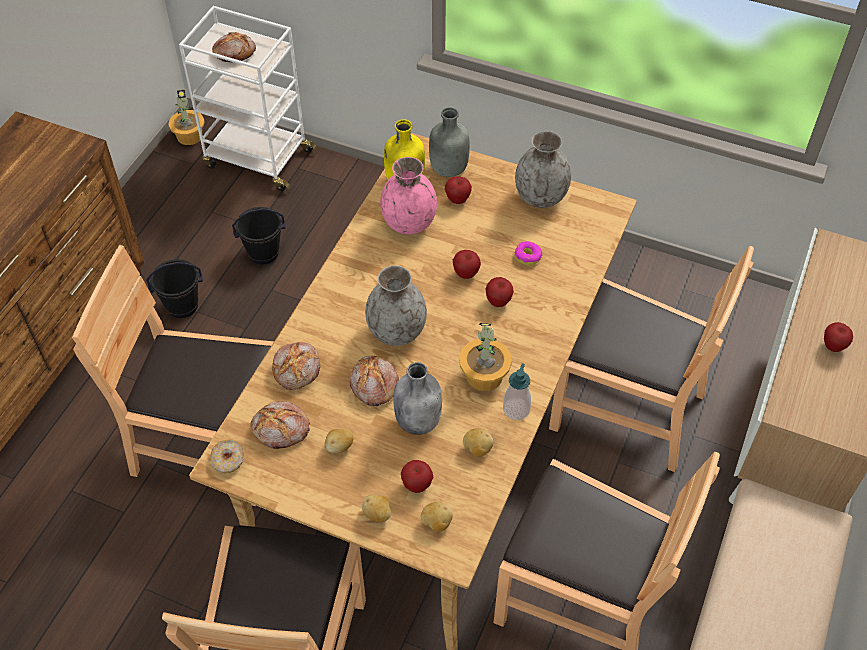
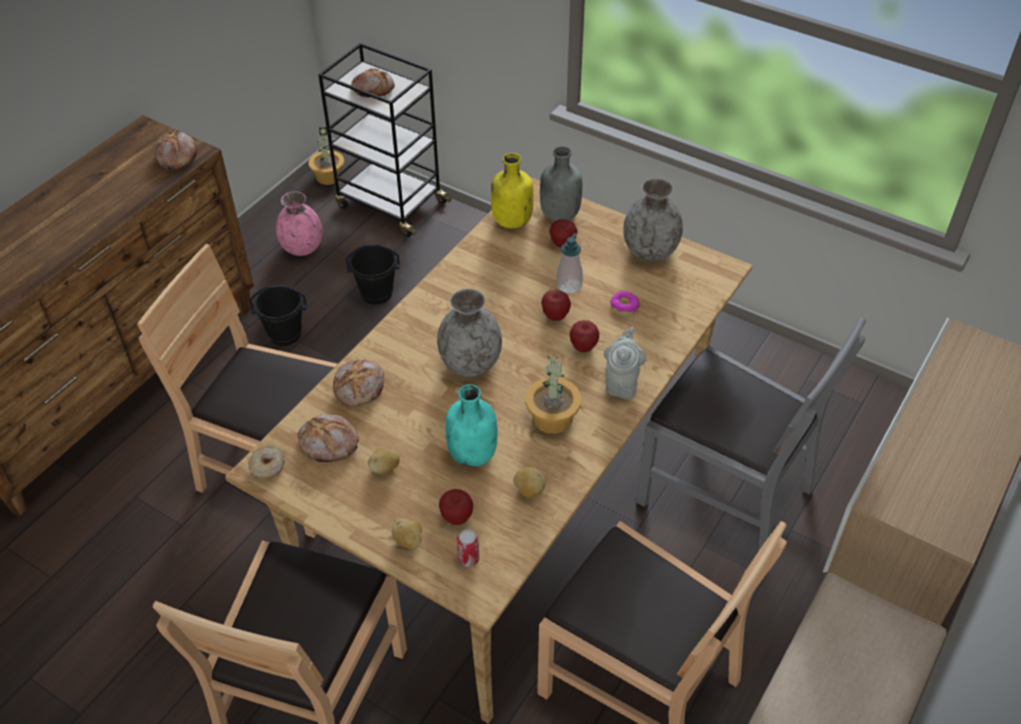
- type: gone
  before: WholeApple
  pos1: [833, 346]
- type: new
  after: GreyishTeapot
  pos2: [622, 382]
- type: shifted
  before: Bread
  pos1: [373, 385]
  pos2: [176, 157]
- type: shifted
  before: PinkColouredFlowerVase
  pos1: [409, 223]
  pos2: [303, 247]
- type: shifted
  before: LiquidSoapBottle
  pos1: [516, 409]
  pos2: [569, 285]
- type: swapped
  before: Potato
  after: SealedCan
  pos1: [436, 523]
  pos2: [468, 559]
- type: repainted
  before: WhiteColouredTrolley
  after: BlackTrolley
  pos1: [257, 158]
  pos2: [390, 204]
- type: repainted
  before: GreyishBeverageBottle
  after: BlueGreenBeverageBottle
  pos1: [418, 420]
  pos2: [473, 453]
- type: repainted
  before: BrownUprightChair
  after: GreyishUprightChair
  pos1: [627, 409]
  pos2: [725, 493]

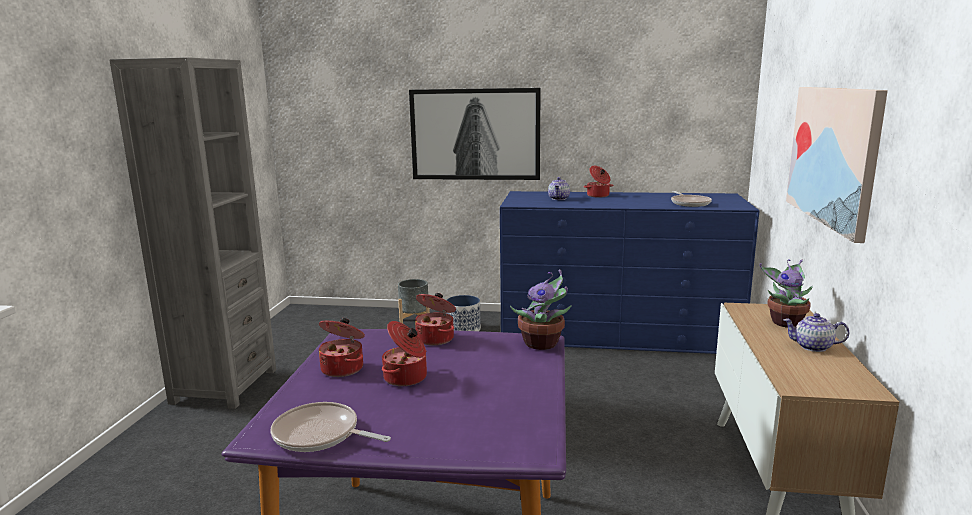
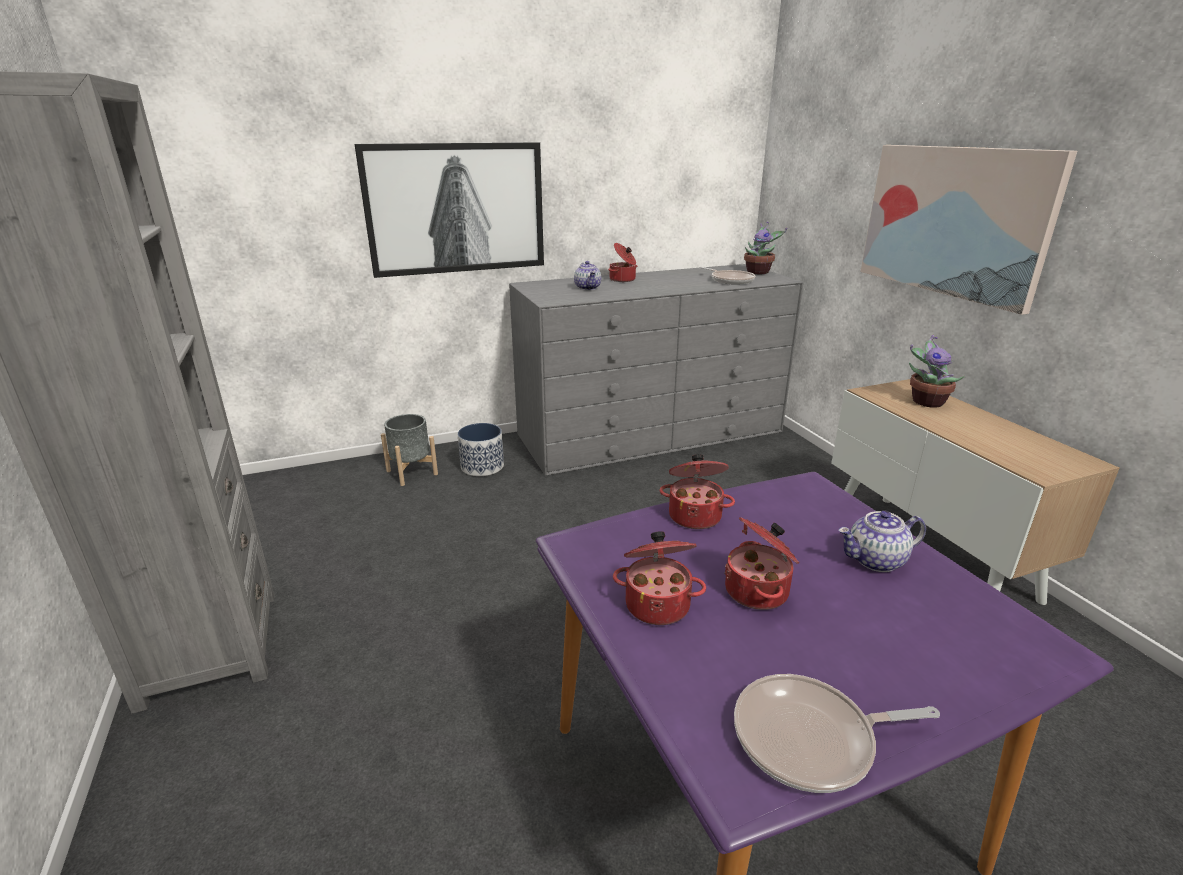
- type: shifted
  before: Houseplant
  pos1: [543, 344]
  pos2: [759, 272]
- type: shifted
  before: Teapot
  pos1: [812, 347]
  pos2: [876, 561]
- type: repainted
  before: BluishChestOfDrawers
  after: GreyishChestOfDrawers
  pos1: [617, 332]
  pos2: [650, 433]

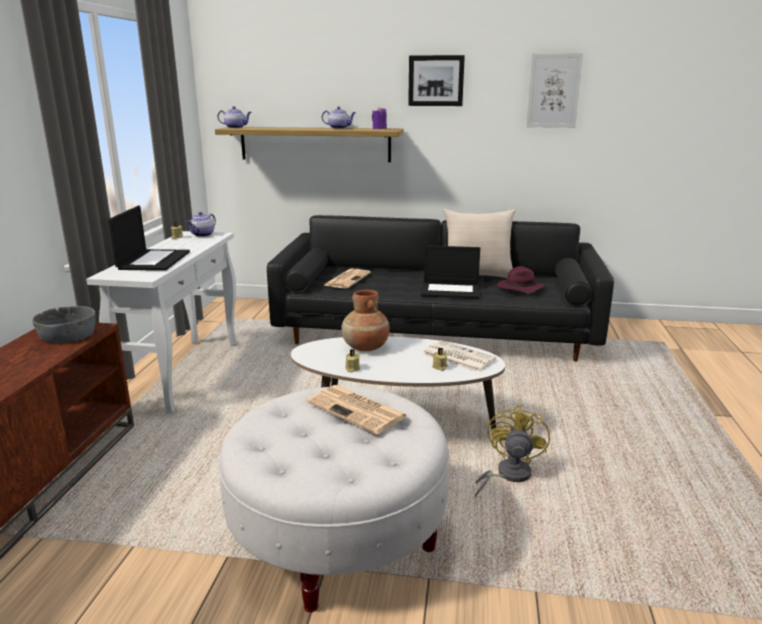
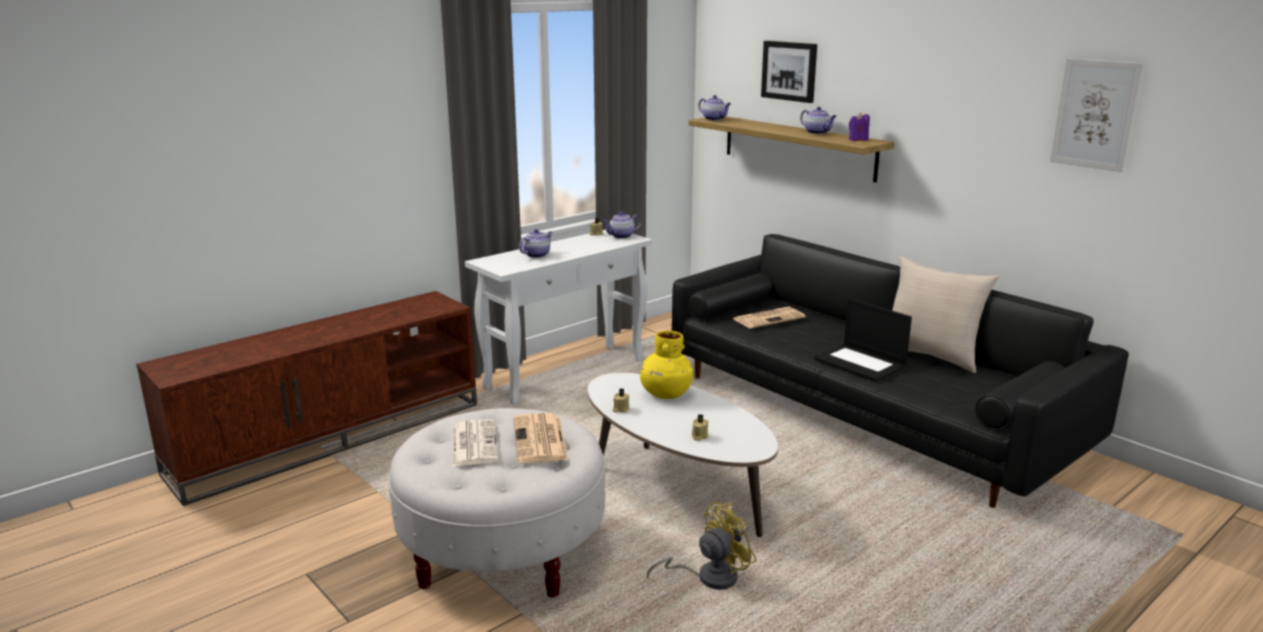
- type: gone
  before: GreyishDeepDish
  pos1: [68, 334]
- type: gone
  before: PurpleColouredHat
  pos1: [519, 289]
- type: shifted
  before: Picture
  pos1: [436, 81]
  pos2: [789, 71]
- type: shifted
  before: DailyPaper
  pos1: [457, 357]
  pos2: [473, 443]
- type: swapped
  before: PortableComputer
  after: Teapot
  pos1: [154, 260]
  pos2: [537, 255]
- type: repainted
  before: BrownFlowerVase
  after: YellowishFlowerVase
  pos1: [365, 347]
  pos2: [665, 394]

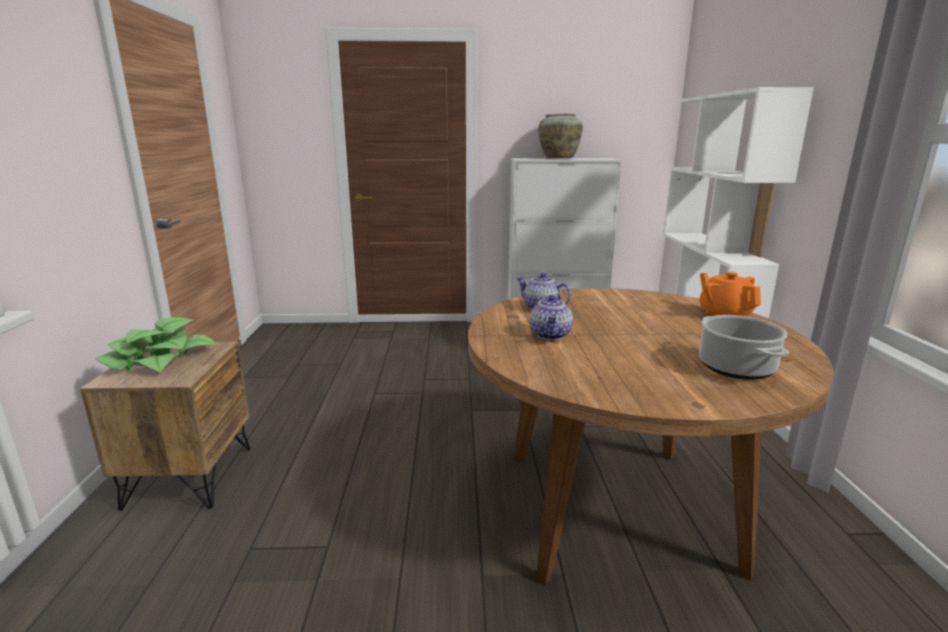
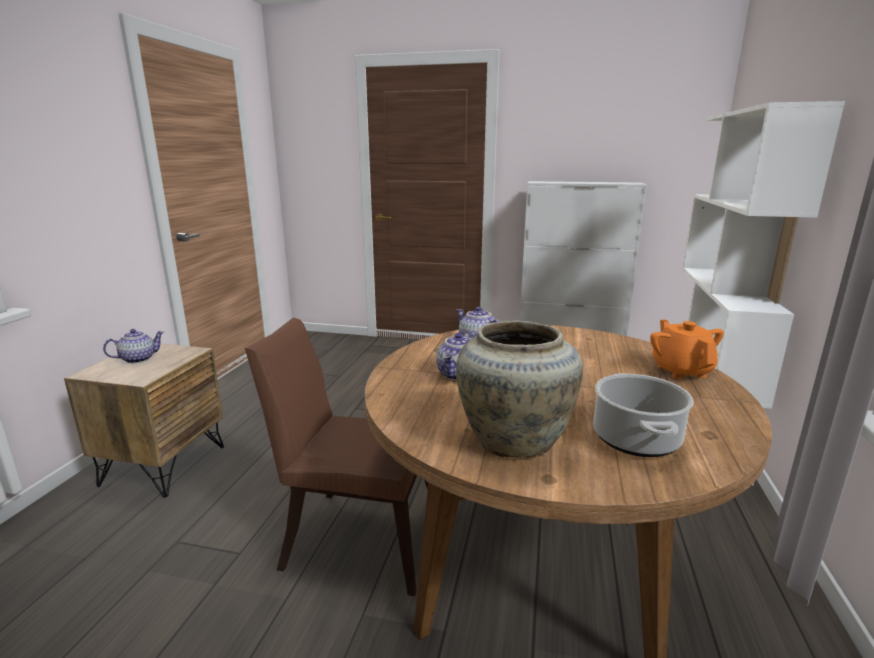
- type: new
  after: BrownUprightChair
  pos2: [355, 535]
- type: shifted
  before: BeigeColouredFlowerVase
  pos1: [558, 158]
  pos2: [514, 439]
- type: swapped
  before: Houseplant
  after: Teapot
  pos1: [158, 360]
  pos2: [138, 359]

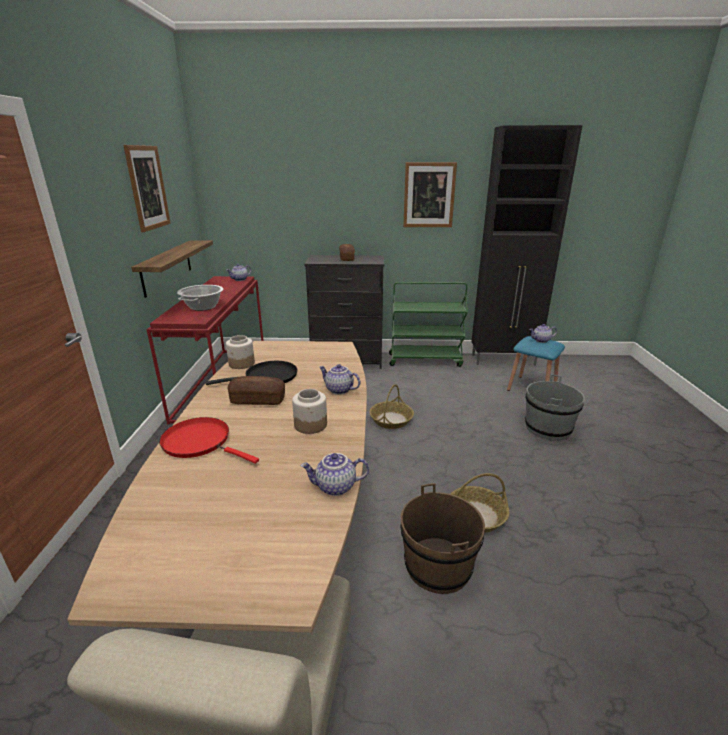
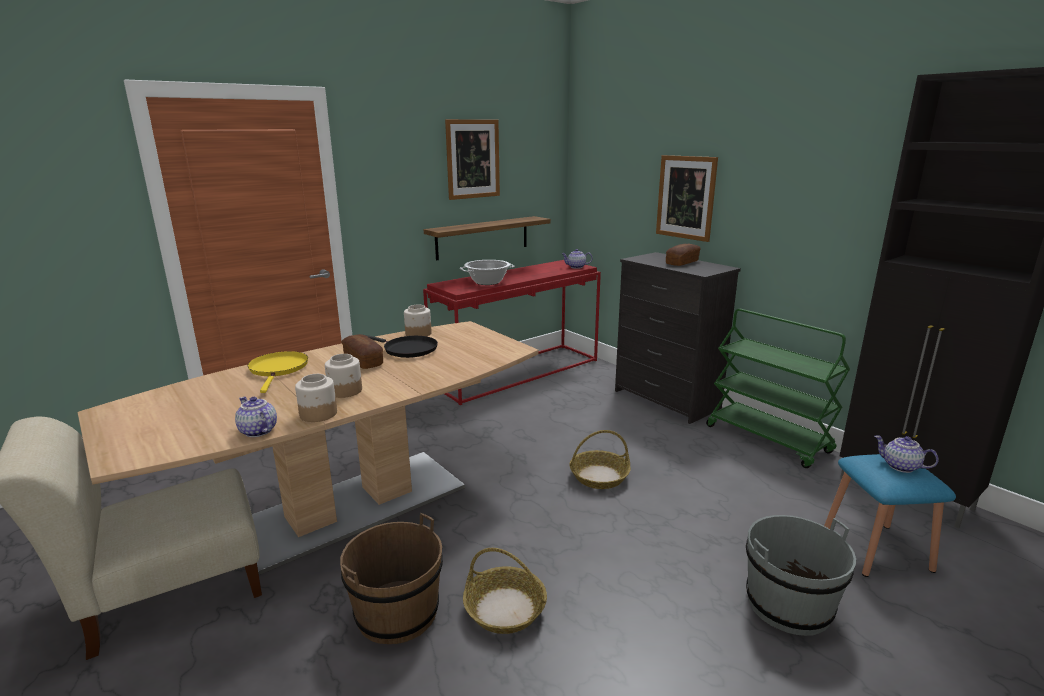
- type: gone
  before: Teapot
  pos1: [338, 390]
- type: new
  after: PreserveJar
  pos2: [318, 414]
- type: shifted
  before: Picture
  pos1: [429, 195]
  pos2: [686, 197]
- type: repainted
  before: RedColouredPan
  after: YellowishPan
  pos1: [200, 442]
  pos2: [278, 369]

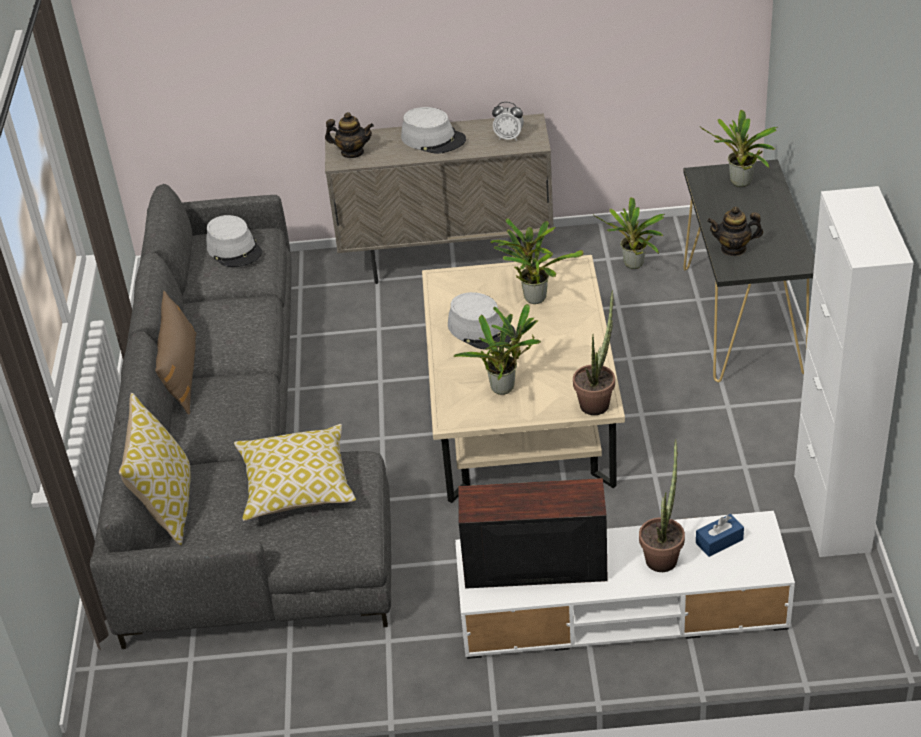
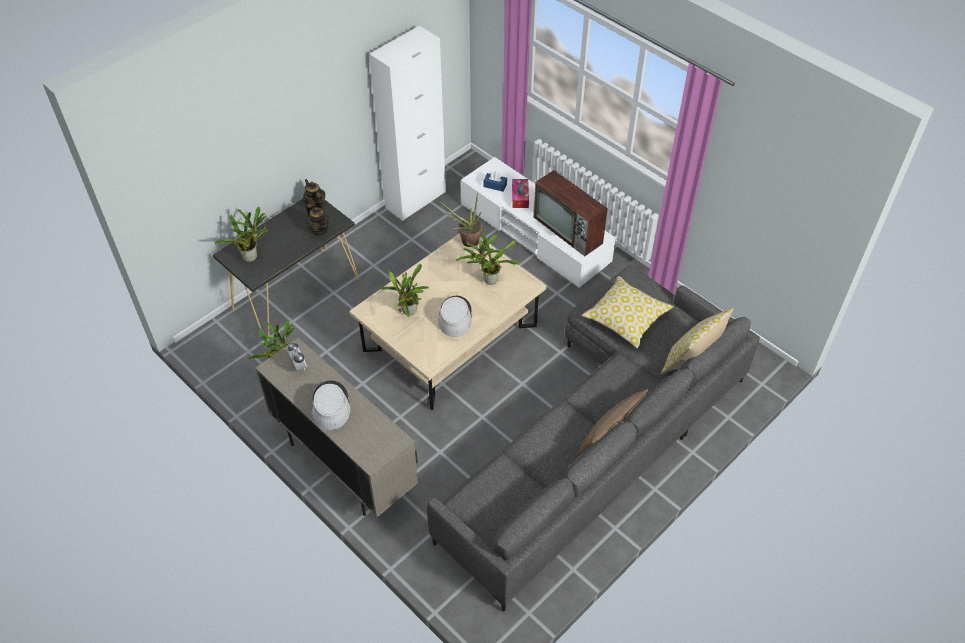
- type: gone
  before: GreyishHat
  pos1: [234, 249]
- type: shifted
  before: Teapot
  pos1: [352, 152]
  pos2: [315, 205]
- type: swapped
  before: Houseplant
  after: BoxOfTissues
  pos1: [663, 555]
  pos2: [520, 197]

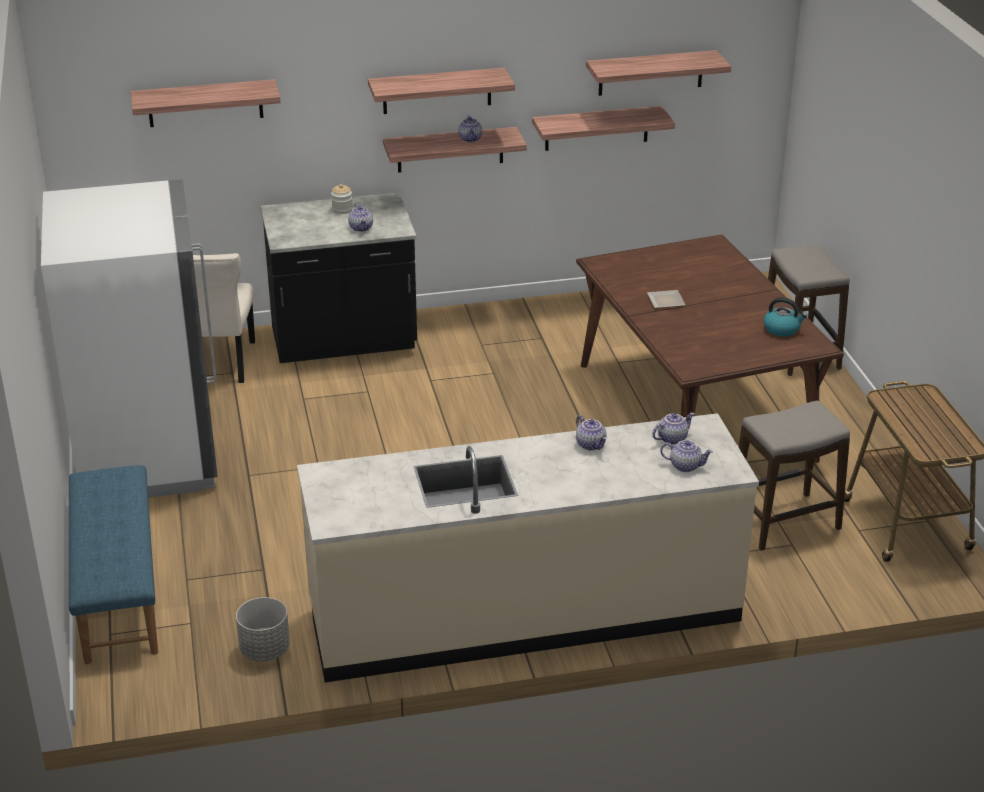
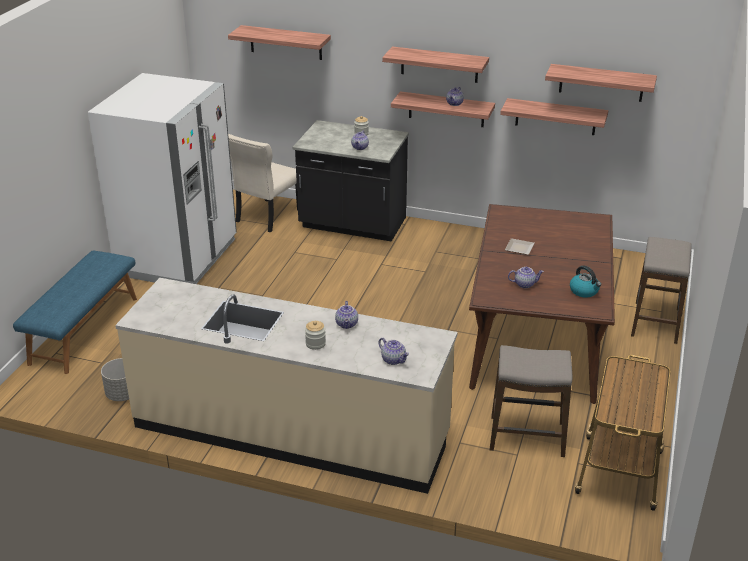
- type: new
  after: PreserveJar
  pos2: [315, 344]
- type: shifted
  before: Teapot
  pos1: [672, 438]
  pos2: [524, 284]

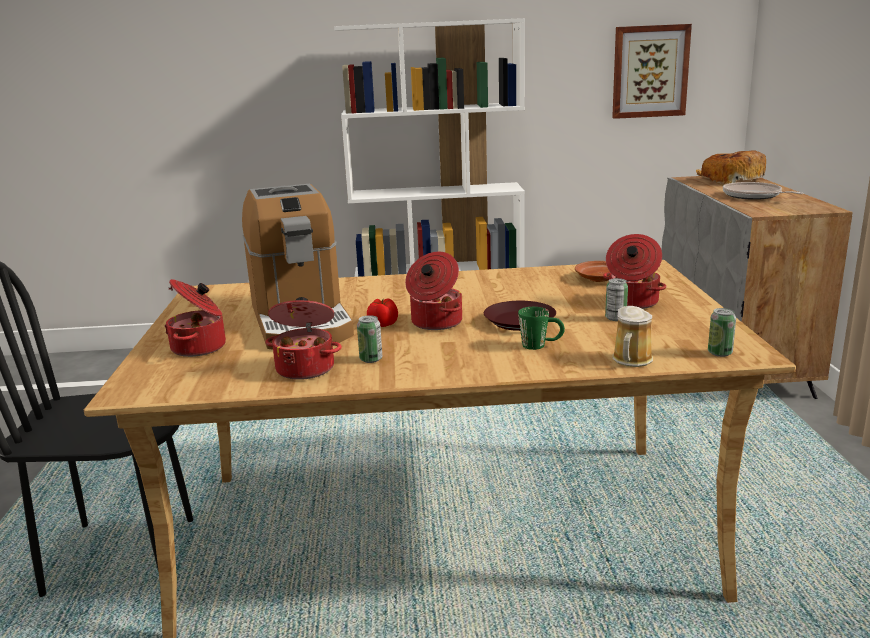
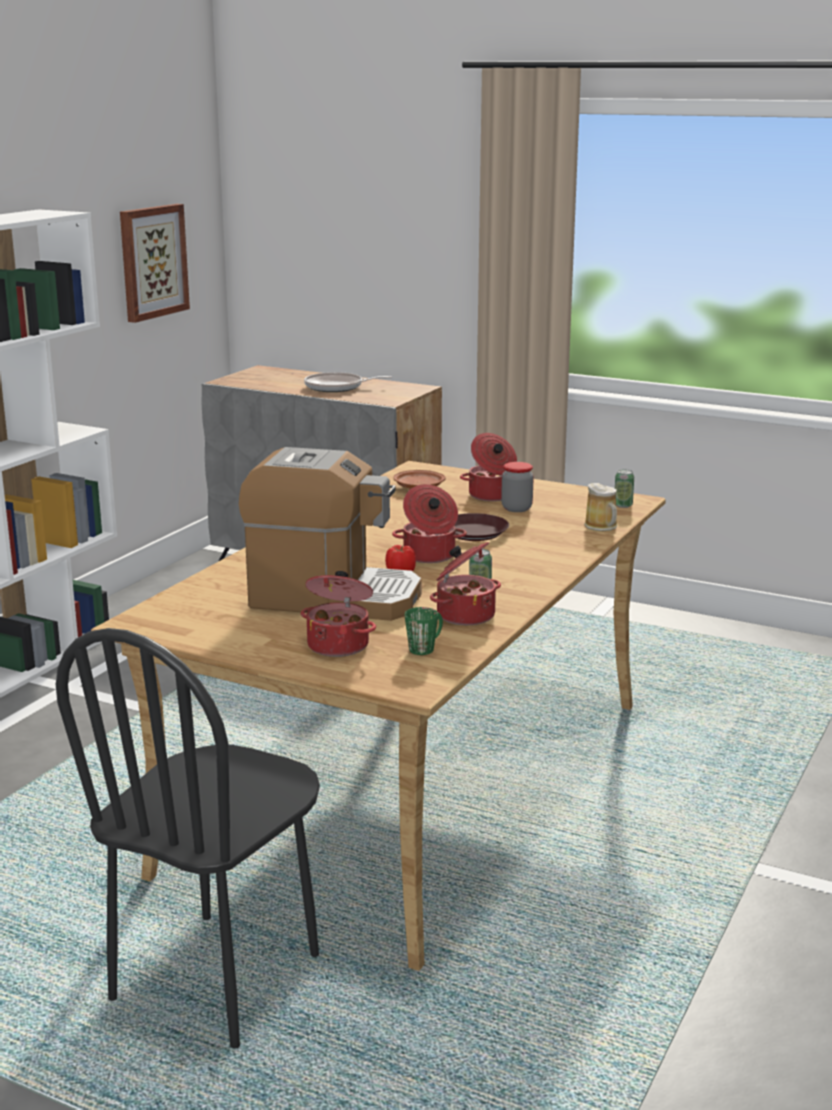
- type: gone
  before: Bread
  pos1: [731, 180]
- type: shifted
  before: GreenishMug
  pos1: [541, 345]
  pos2: [426, 647]
- type: swapped
  before: SealedCan
  after: PreserveJar
  pos1: [615, 318]
  pos2: [516, 508]

